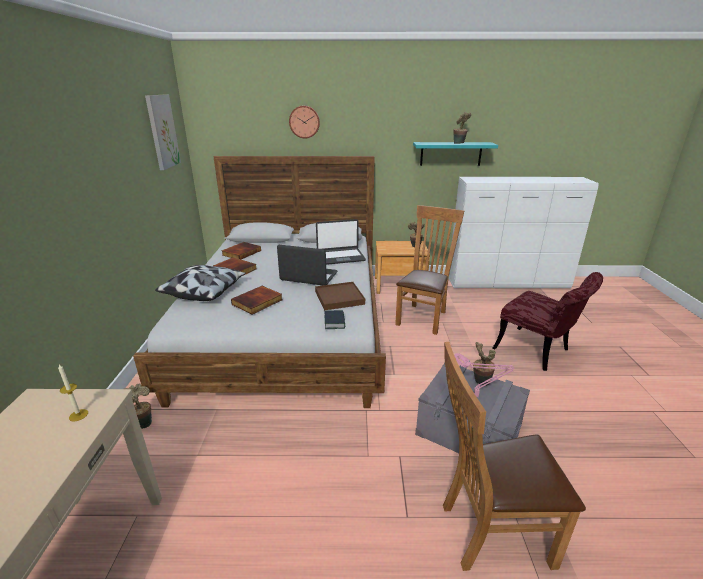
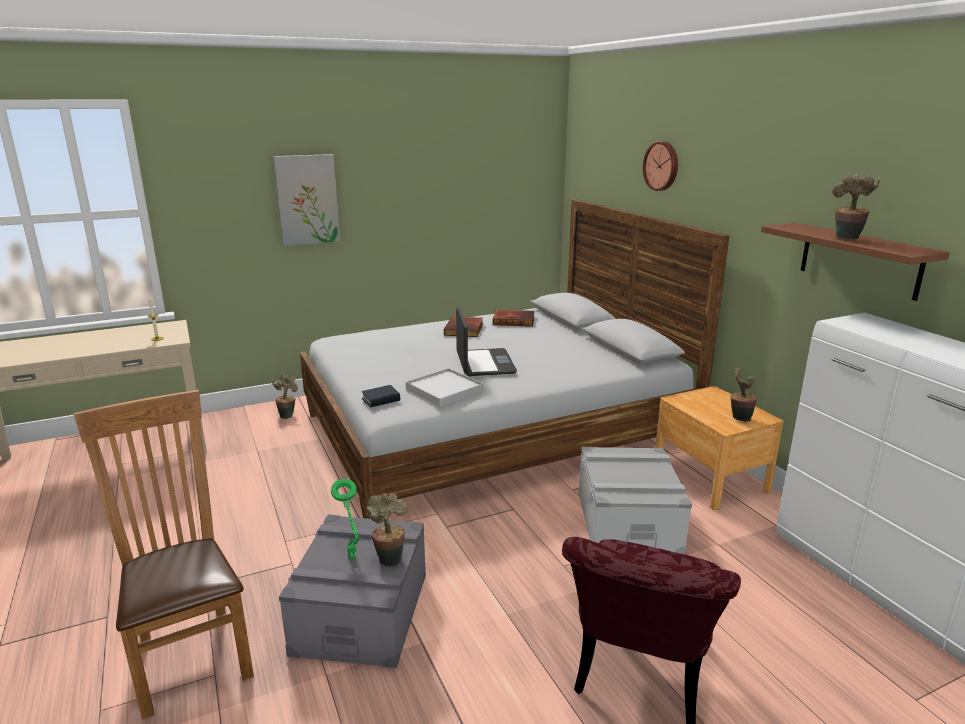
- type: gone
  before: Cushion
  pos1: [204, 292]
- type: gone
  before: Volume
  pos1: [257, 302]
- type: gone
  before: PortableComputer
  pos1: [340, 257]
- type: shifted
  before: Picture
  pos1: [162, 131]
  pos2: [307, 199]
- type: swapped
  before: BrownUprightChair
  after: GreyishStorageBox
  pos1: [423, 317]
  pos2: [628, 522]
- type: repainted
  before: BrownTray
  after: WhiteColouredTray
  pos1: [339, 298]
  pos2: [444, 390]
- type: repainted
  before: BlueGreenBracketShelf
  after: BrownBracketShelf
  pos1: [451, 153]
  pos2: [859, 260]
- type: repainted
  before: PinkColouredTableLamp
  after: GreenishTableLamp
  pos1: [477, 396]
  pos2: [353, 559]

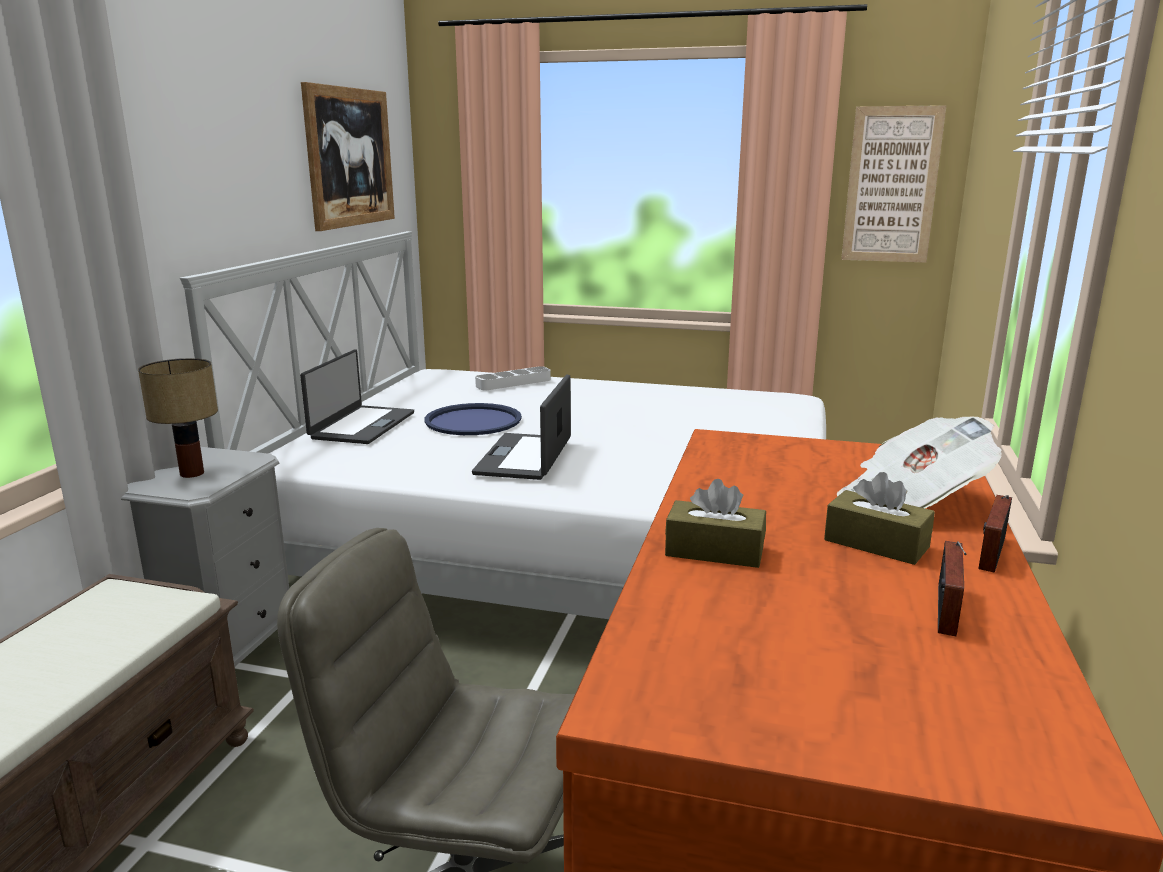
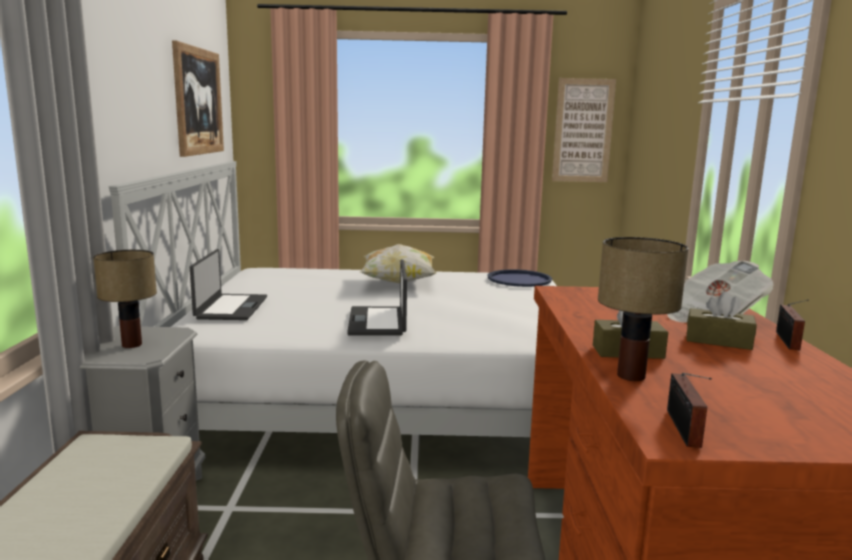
- type: gone
  before: GreyishTray
  pos1: [513, 383]
- type: new
  after: Cushion
  pos2: [398, 283]
- type: new
  after: TableLamp
  pos2: [632, 376]
- type: shifted
  before: BluishTray
  pos1: [473, 421]
  pos2: [519, 279]
- type: shifted
  before: RadioSet
  pos1: [945, 612]
  pos2: [683, 430]

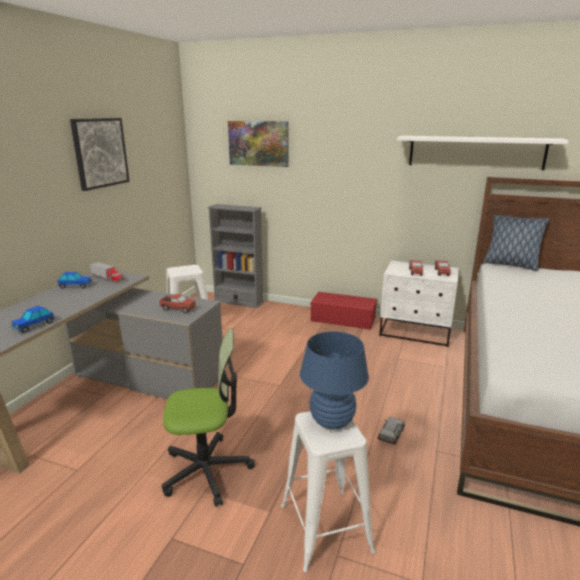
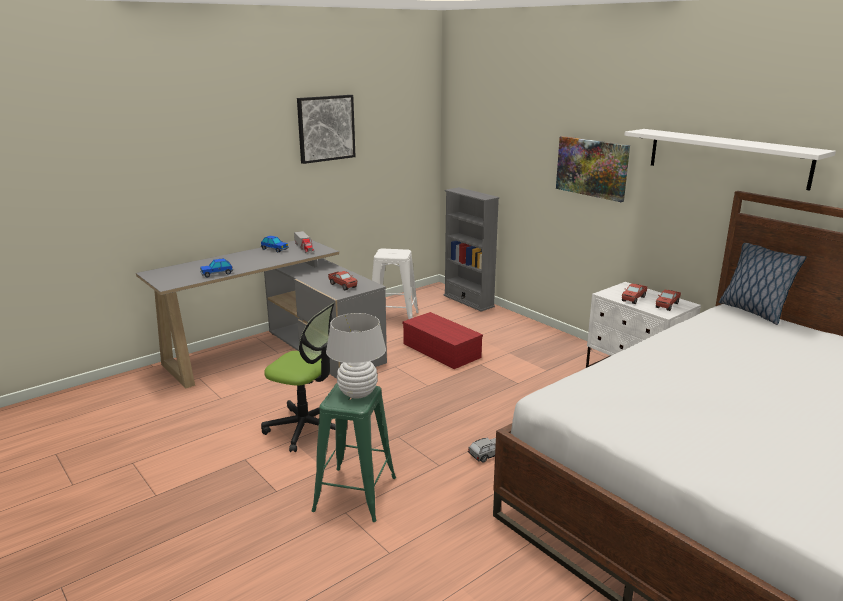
- type: shifted
  before: Picture
  pos1: [258, 143]
  pos2: [592, 167]
- type: shifted
  before: RedColouredStorageBox
  pos1: [344, 319]
  pos2: [443, 351]
- type: repainted
  before: WhiteColouredStool
  after: GreenishStool
  pos1: [325, 527]
  pos2: [355, 493]
- type: repainted
  before: BluishTableLamp
  after: WhiteColouredTableLamp
  pos1: [332, 421]
  pos2: [357, 393]

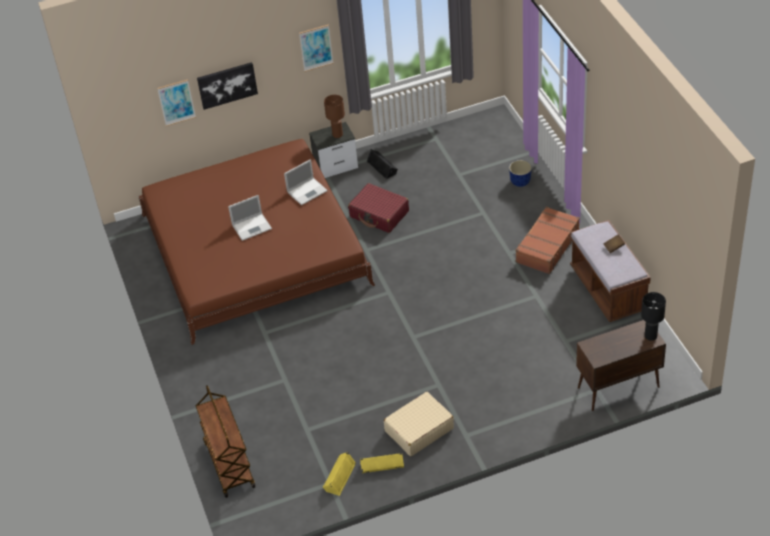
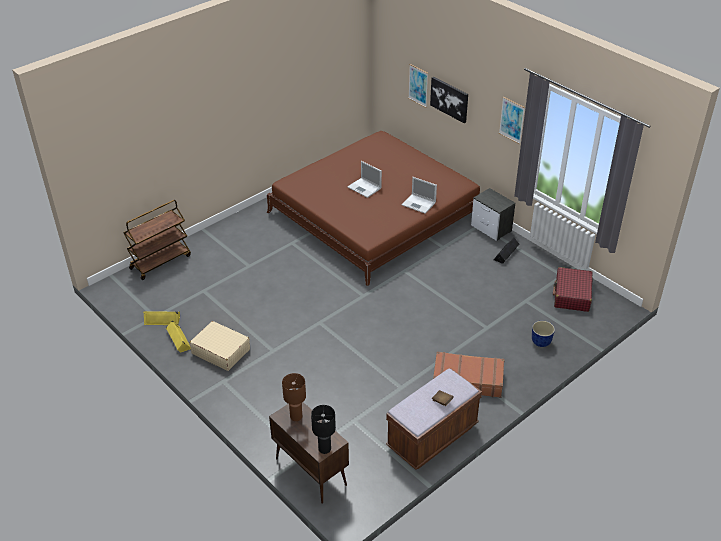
- type: shifted
  before: BrownTableLamp
  pos1: [338, 134]
  pos2: [296, 417]
- type: shifted
  before: RedColouredTravelCase
  pos1: [379, 214]
  pos2: [572, 295]

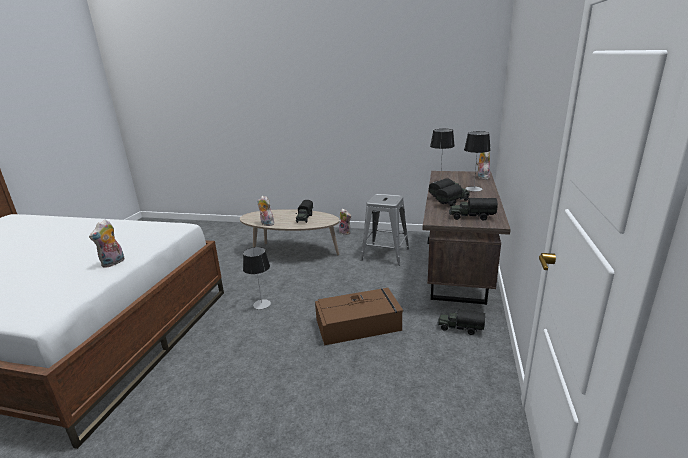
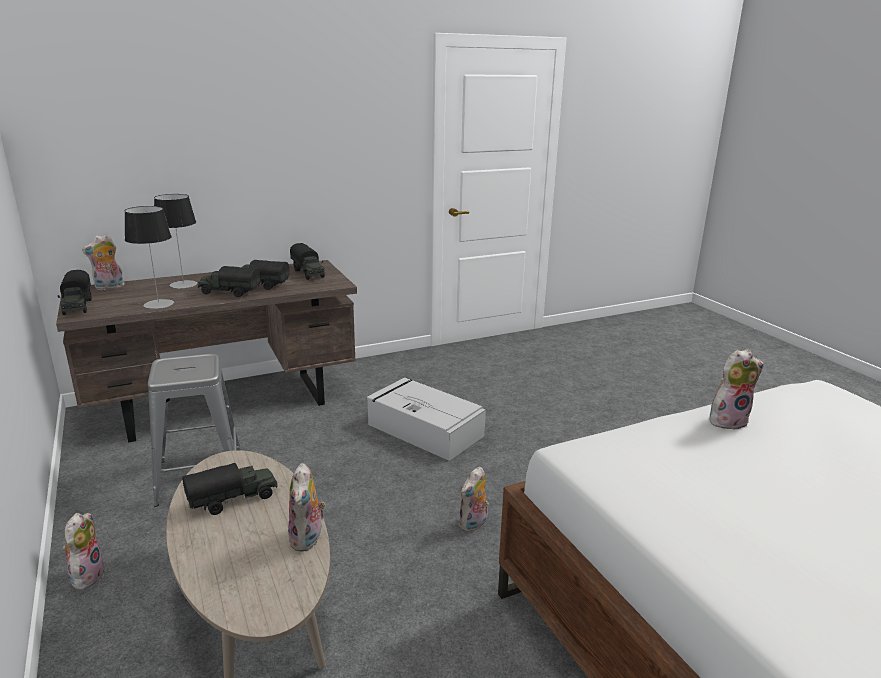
- type: shifted
  before: ToyTruck
  pos1: [460, 328]
  pos2: [77, 306]
- type: swapped
  before: TableLamp
  after: CuddlyToy
  pos1: [261, 304]
  pos2: [474, 525]
- type: repainted
  before: BrownStorageBox
  after: GreyishStorageBox
  pos1: [359, 324]
  pos2: [424, 429]

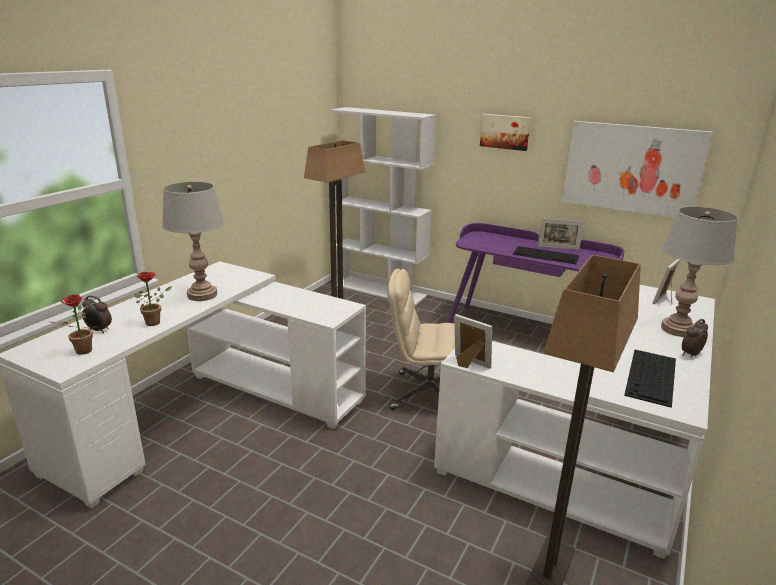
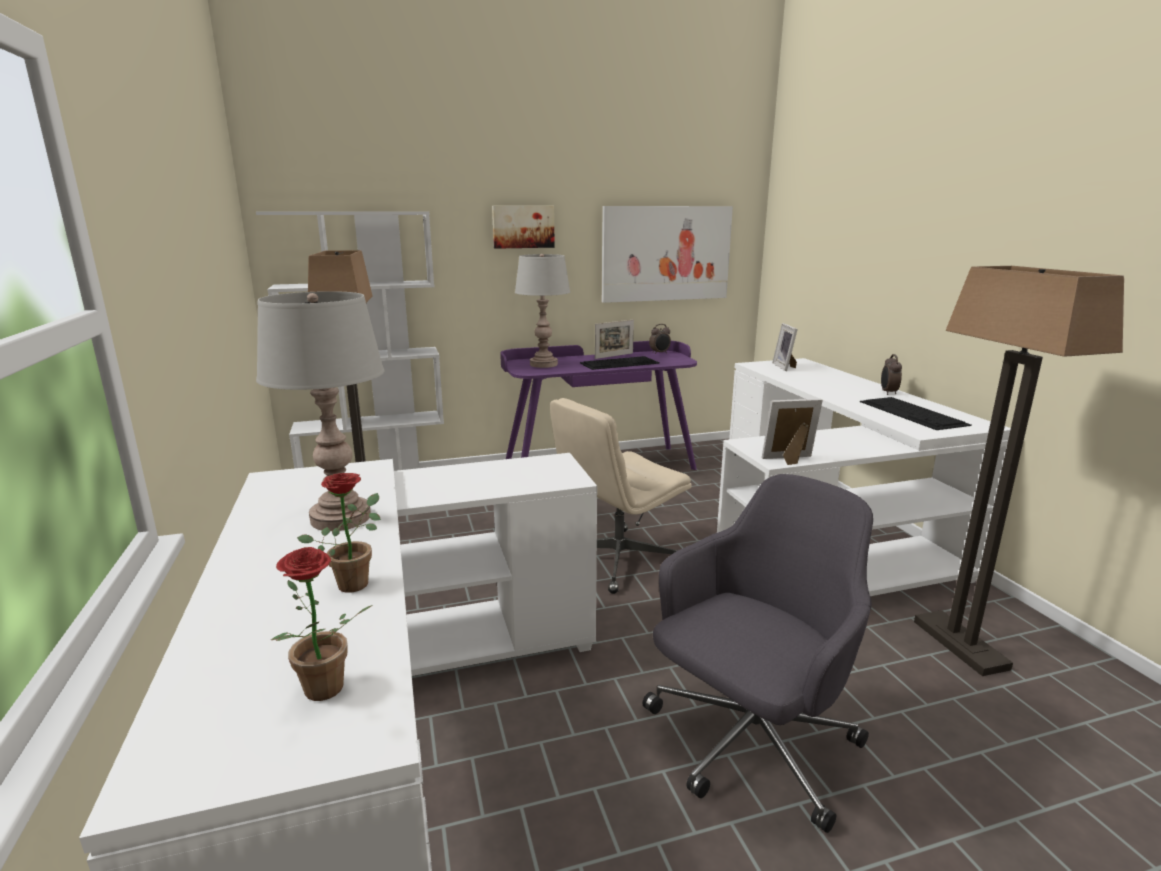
- type: new
  after: GreyishComputerChair
  pos2: [749, 744]
- type: shifted
  before: BedsideClock
  pos1: [99, 330]
  pos2: [659, 353]
- type: shifted
  before: GreyishTableLamp
  pos1: [678, 329]
  pos2: [543, 364]

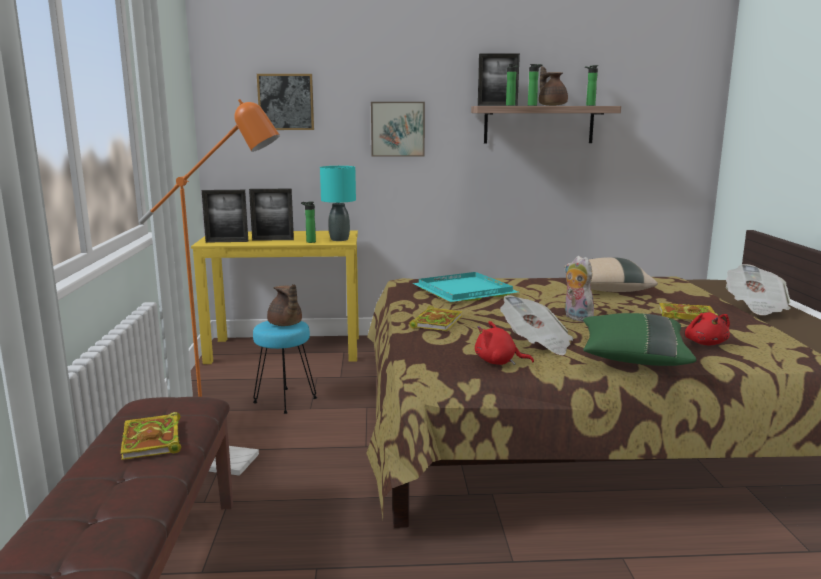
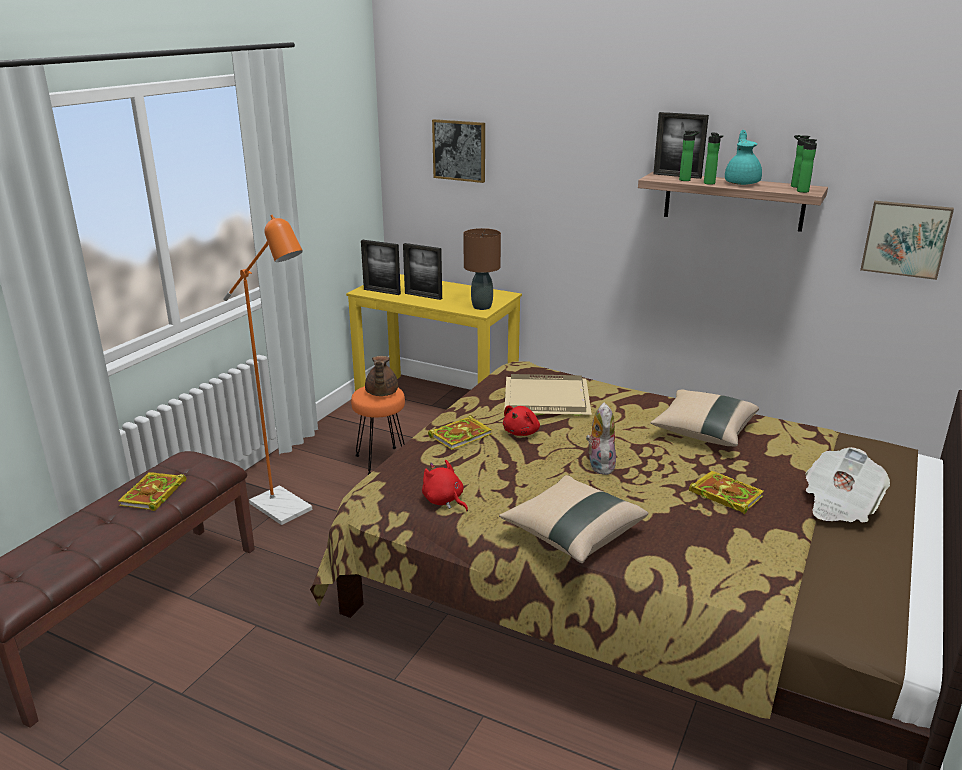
- type: gone
  before: DailyPaper
  pos1: [536, 344]
- type: shifted
  before: BeverageBottle
  pos1: [309, 242]
  pos2: [800, 191]
- type: shifted
  before: Picture
  pos1: [397, 129]
  pos2: [905, 239]
- type: shifted
  before: RedColouredCuddlyToy
  pos1: [705, 343]
  pos2: [522, 432]
- type: repainted
  before: BlueGreenStool
  after: OrangeStool
  pos1: [284, 401]
  pos2: [381, 461]
- type: repainted
  before: BlueGreenTableLamp
  after: BrownTableLamp
  pos1: [339, 239]
  pos2: [482, 307]
- type: repainted
  before: BlueGreenTray
  after: BeigeColouredTray
  pos1: [466, 291]
  pos2: [548, 399]
- type: repainted
  before: BrownTeapot
  after: BlueGreenTeapot
  pos1: [552, 105]
  pos2: [742, 183]
- type: repainted
  before: GreenishCushion
  after: BeigeColouredCushion
  pos1: [633, 358]
  pos2: [572, 534]

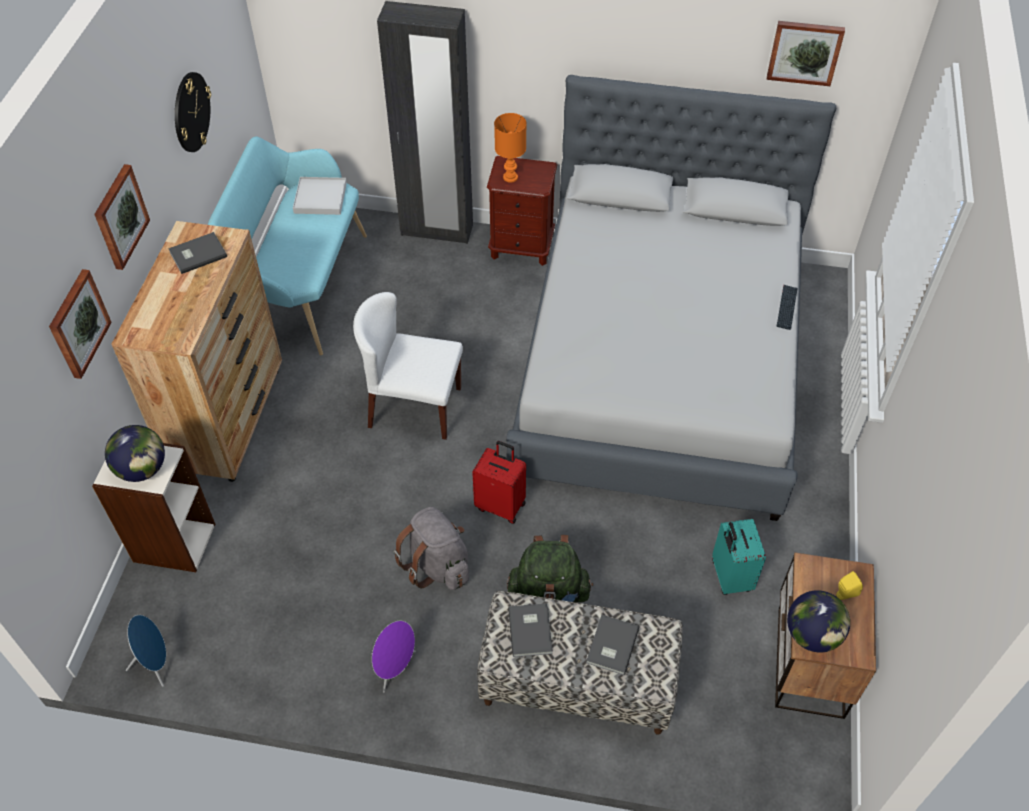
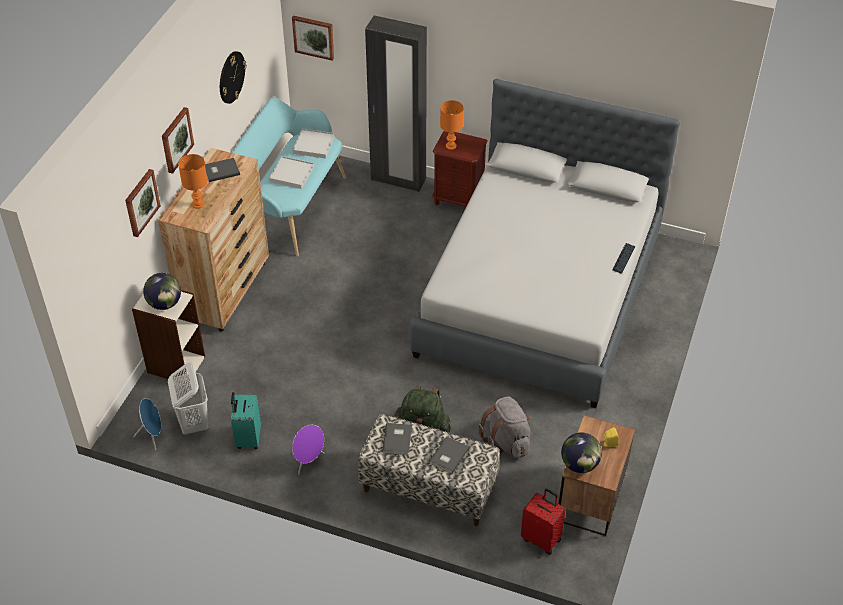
- type: gone
  before: WhiteColouredUprightChair
  pos1: [414, 407]
- type: new
  after: WhiteColouredLaundryBasket
  pos2: [193, 422]
- type: new
  after: OrangeTableLamp
  pos2: [198, 204]
- type: new
  after: WhiteColouredTray
  pos2: [291, 174]
- type: shifted
  before: GreyishRucksack
  pos1: [437, 564]
  pos2: [507, 441]
- type: shifted
  before: RedColouredTravelCase
  pos1: [501, 505]
  pos2: [541, 539]
- type: shifted
  before: BlueGreenTravelCase
  pos1: [729, 576]
  pos2: [248, 438]
- type: shifted
  before: Picture
  pos1: [804, 52]
  pos2: [314, 37]

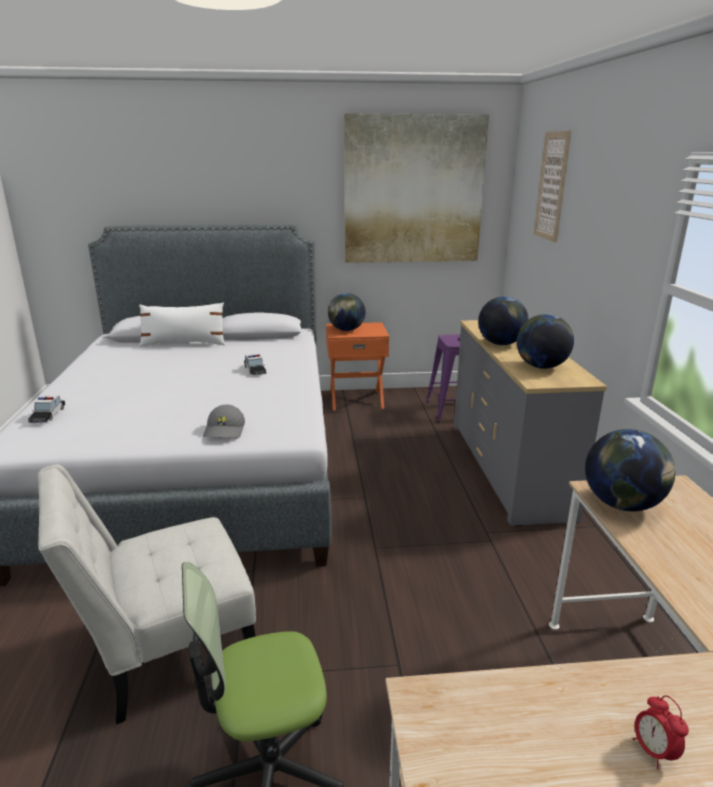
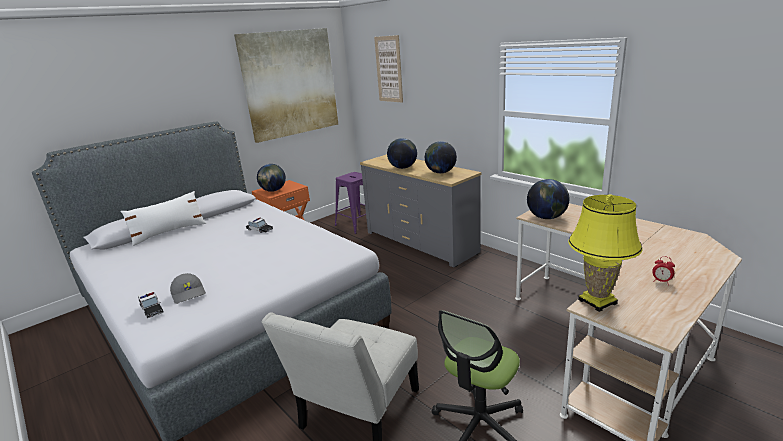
- type: new
  after: YellowishTableLamp
  pos2: [597, 302]
- type: shifted
  before: GreyishCap
  pos1: [225, 431]
  pos2: [189, 293]

